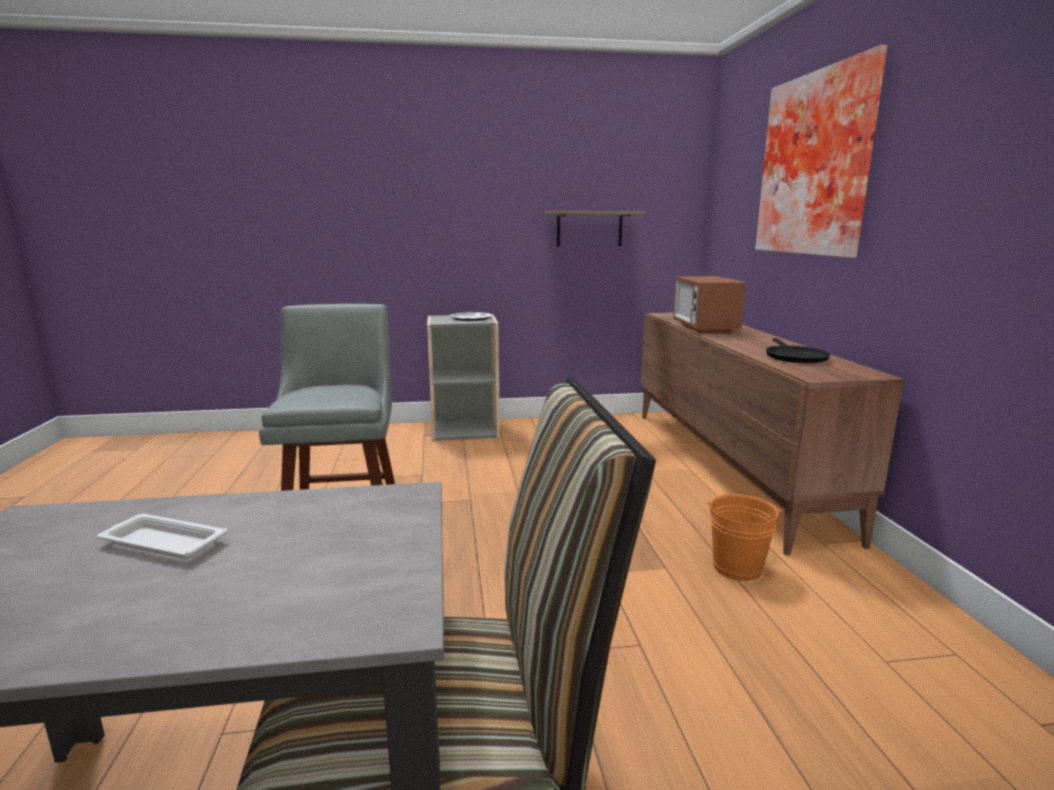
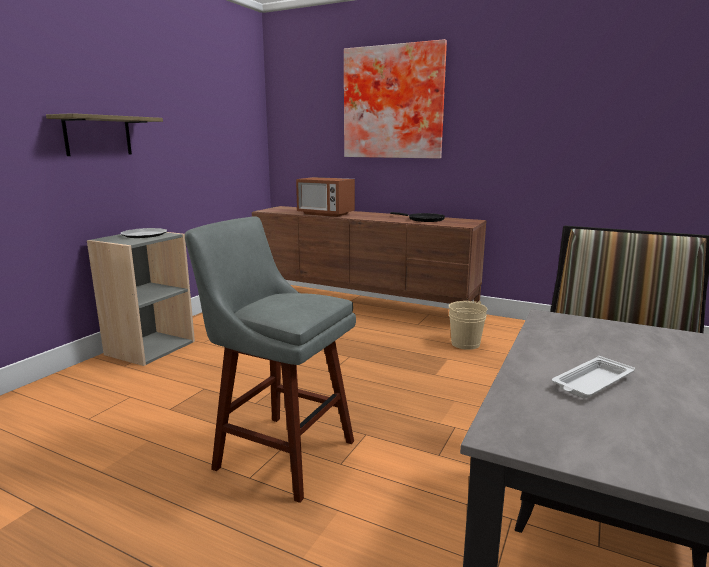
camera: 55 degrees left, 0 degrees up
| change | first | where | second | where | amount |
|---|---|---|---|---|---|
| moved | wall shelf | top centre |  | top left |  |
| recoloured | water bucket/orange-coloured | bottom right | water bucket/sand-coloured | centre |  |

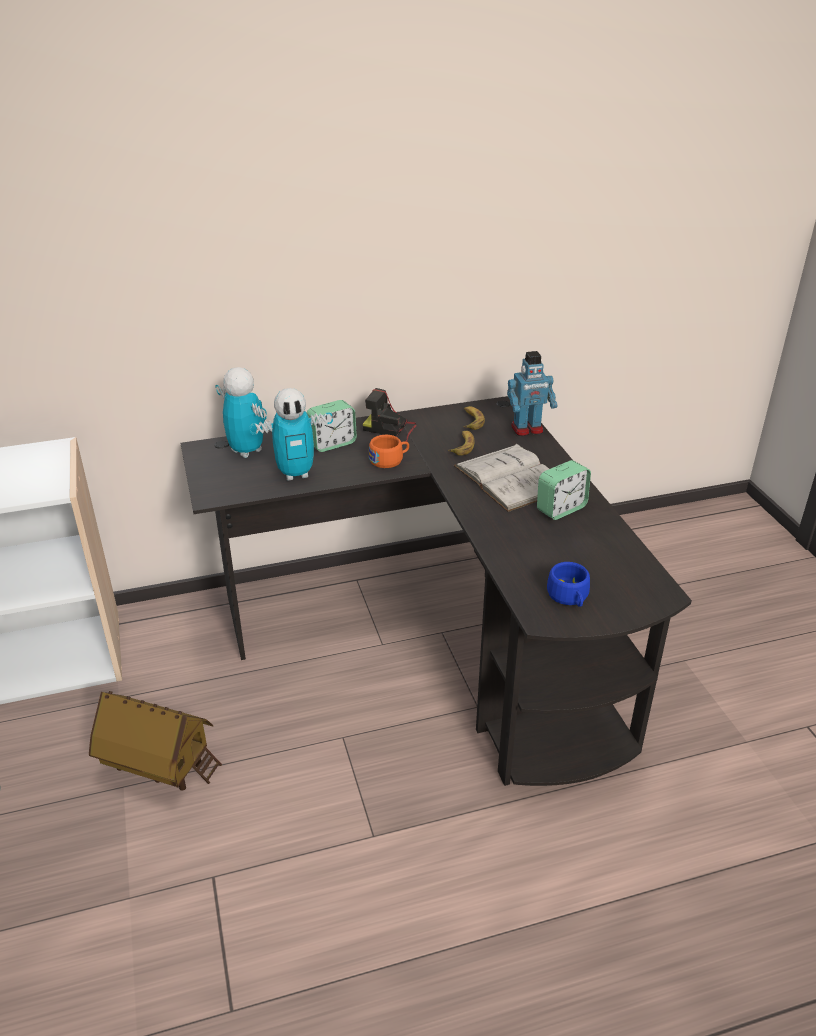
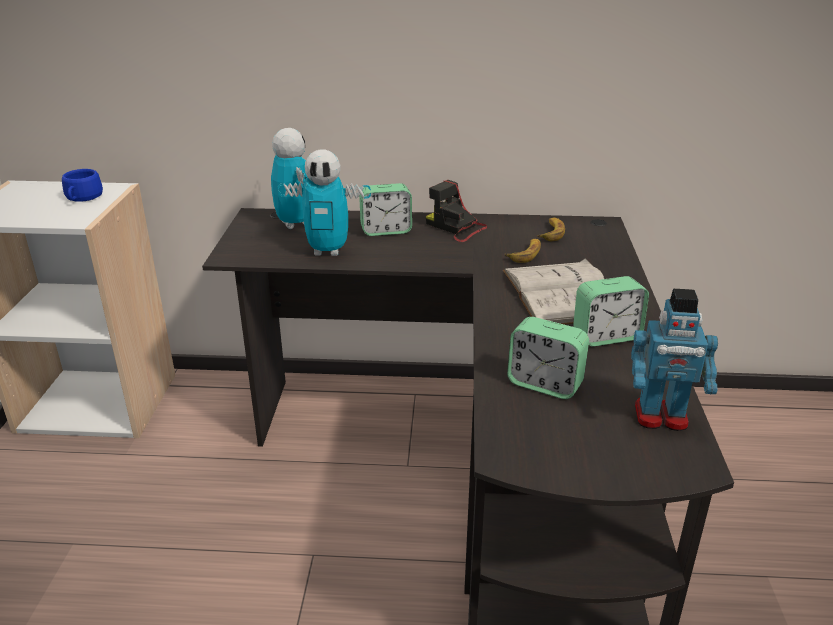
camera: 20 degrees right, 5 degrees down
| change | first | where | second | where | amount |
|---|---|---|---|---|---|
| removed | toy house | bottom left |  |  |  |
| removed | drinking cup/orange-coloured | centre |  |  |  |
| moved | toy robot (3rd from left) | centre |  | middle right |  |
| moved | drinking cup/blue | middle right |  | top left |  |
| added |  |  | bedside clock (2nd from left) | centre |  |

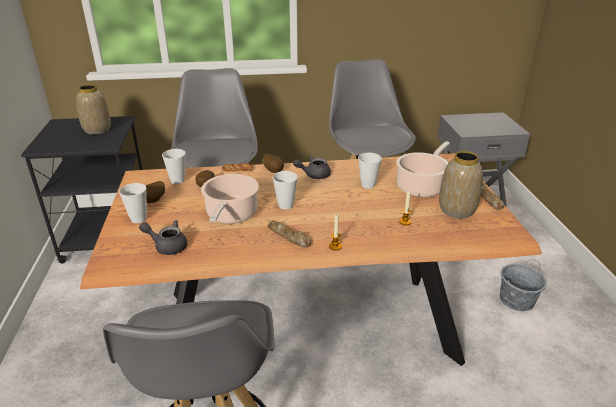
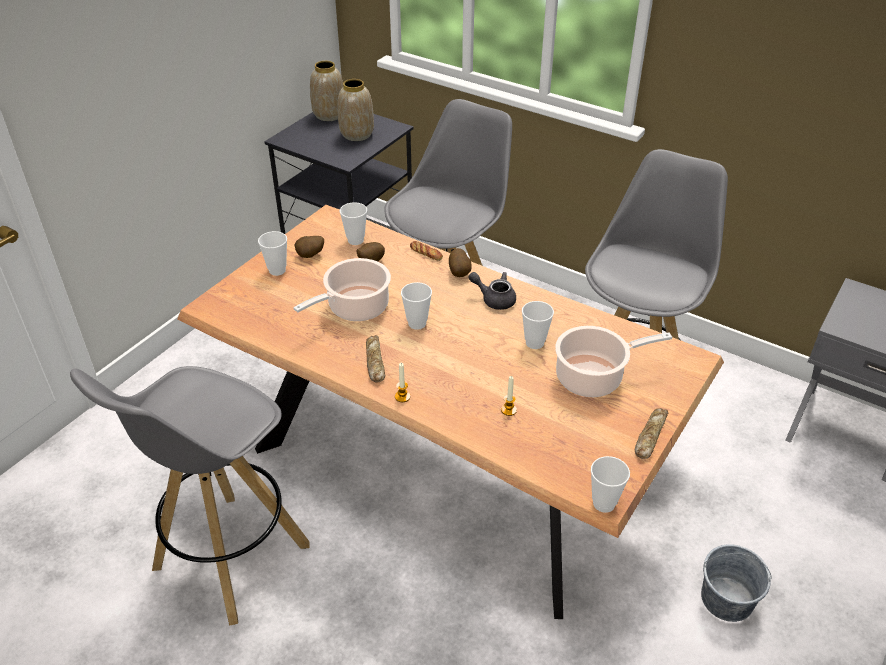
camera: 40 degrees right, 10 degrees up
| change | first | where | second | where | amount |
|---|---|---|---|---|---|
| removed | pot for tea/gray (1st from left) | middle left |  |  |  |
| moved | flower vase (2nd from left in the first image) | middle right | flower vase (1st from left) | top centre |  |
| added |  |  | drinking cup (5th from left) | bottom right |  |

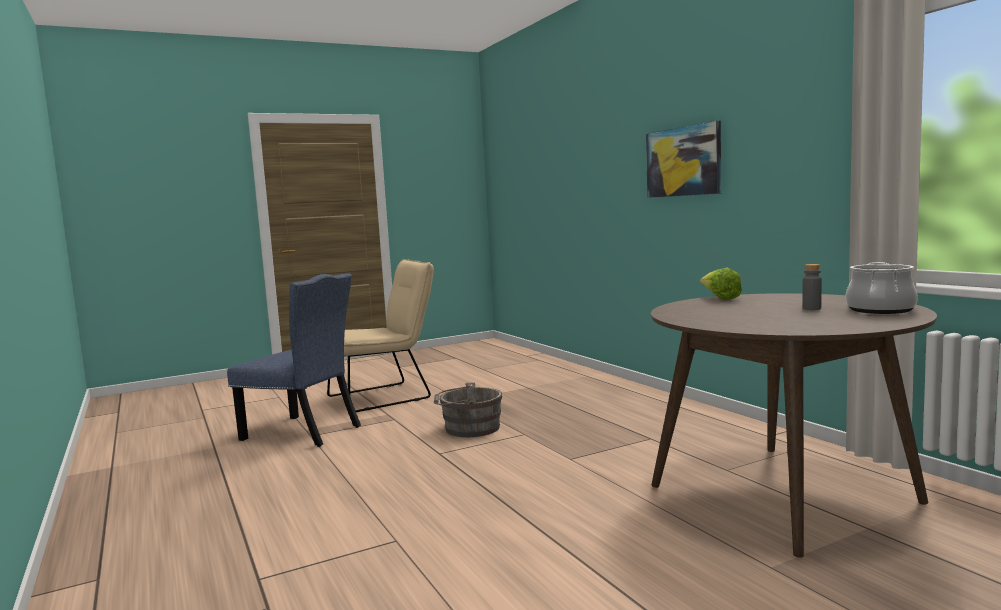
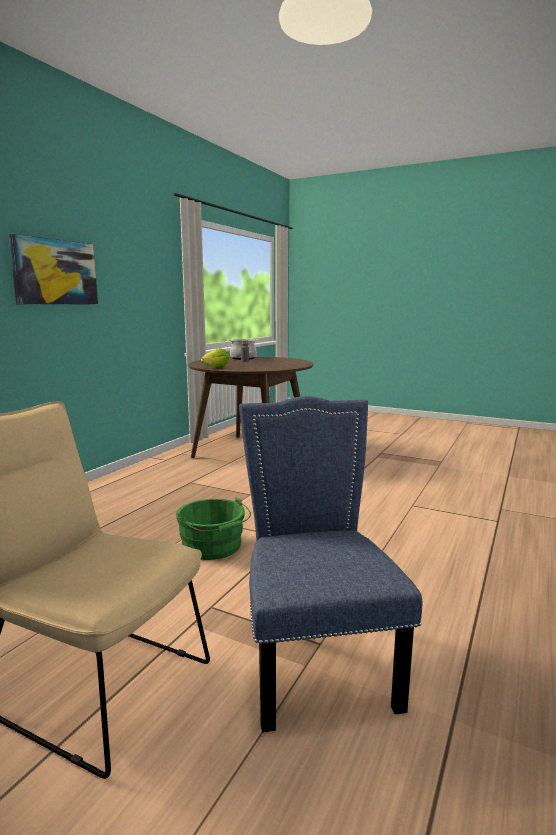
camera: 125 degrees left, 5 degrees up
| change | first | where | second | where | amount |
|---|---|---|---|---|---|
| recoloured | water bucket/gray | bottom centre | water bucket/greenish | centre |  |

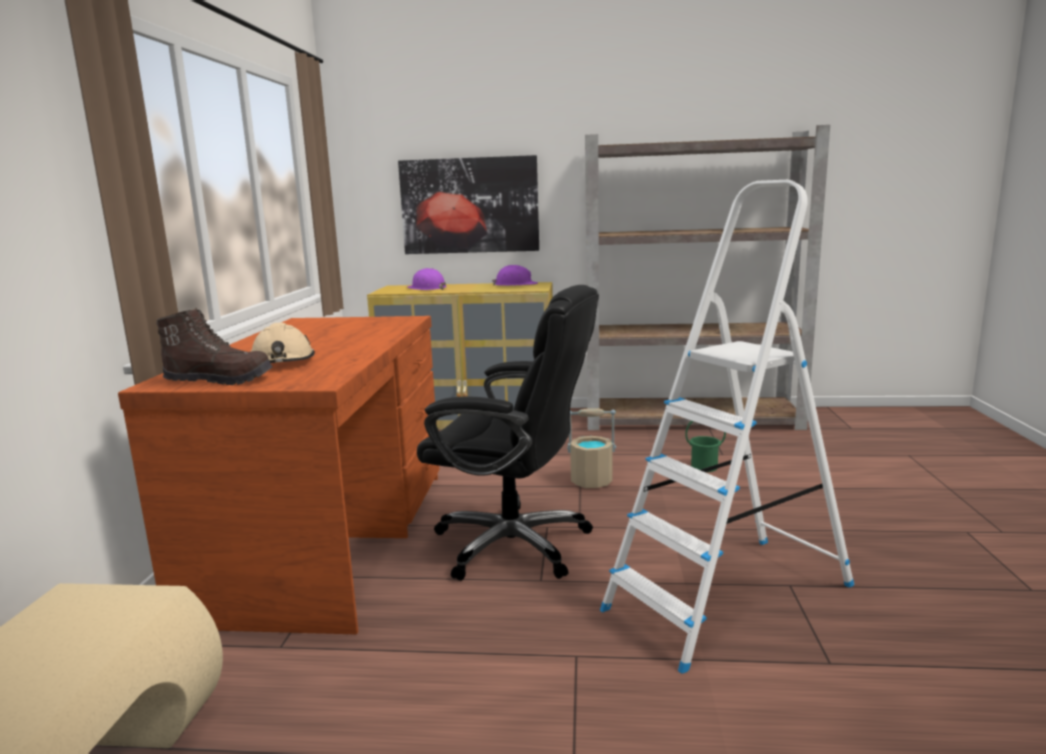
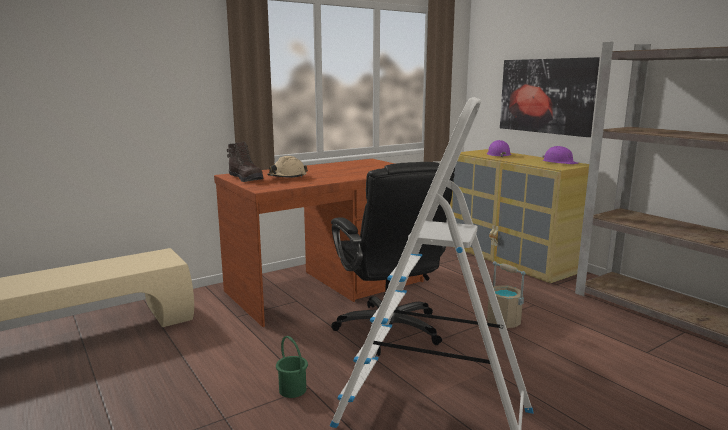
camera: 50 degrees right, 0 degrees up
| change | first | where | second | where | amount |
|---|---|---|---|---|---|
| moved | water bucket/greenish | middle right |  | bottom centre |  |

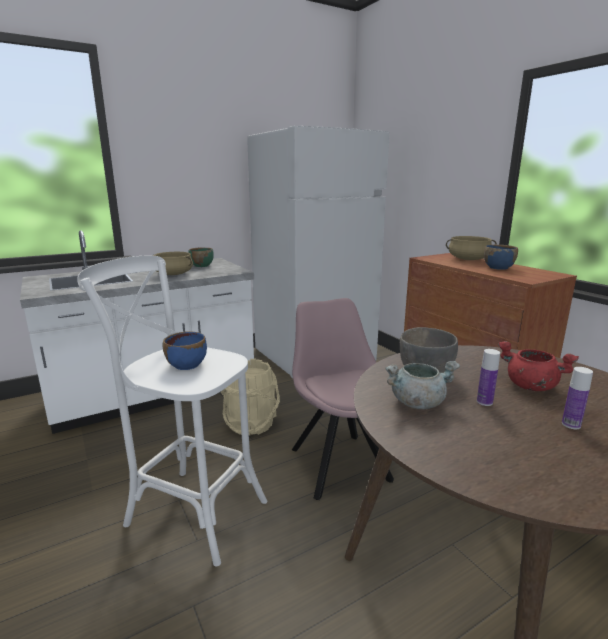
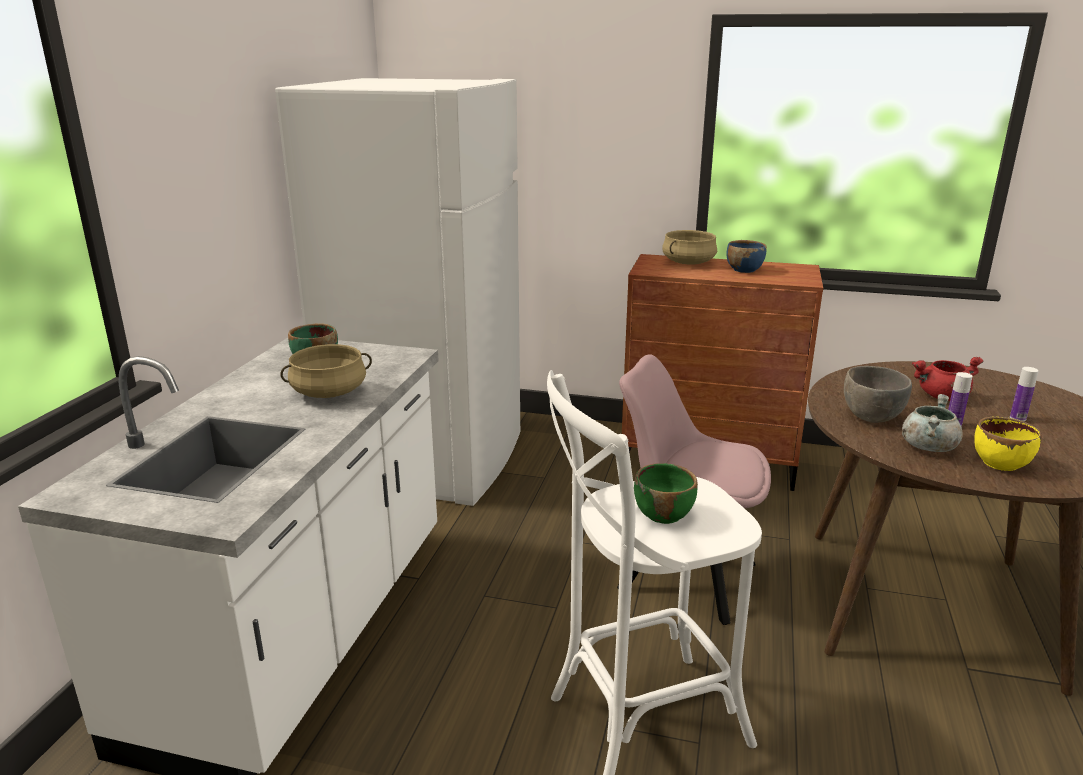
camera: 45 degrees left, 5 degrees up
| change | first | where | second | where | amount |
|---|---|---|---|---|---|
| recoloured | serving bowl/blue (1st from left) | middle left | serving bowl/greenish (2nd from left) | centre |  |
| removed | water bucket/sand-coloured | centre |  |  |  |
| added |  |  | serving bowl/yellow | middle right |  |

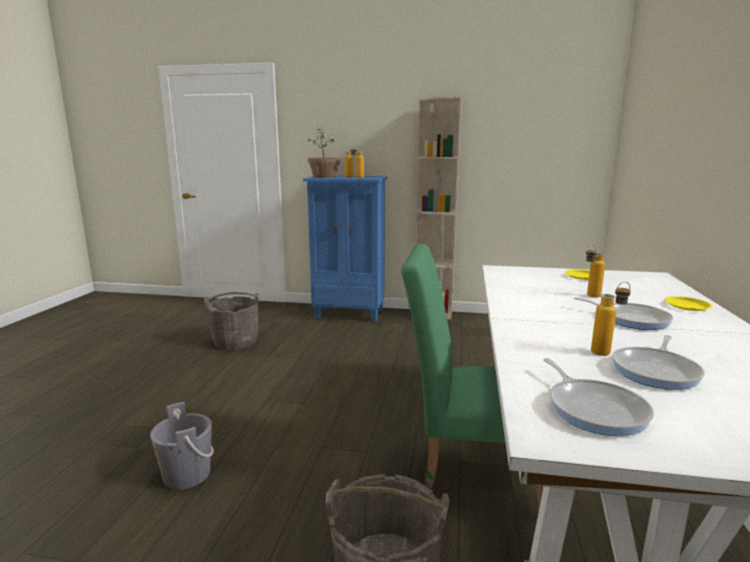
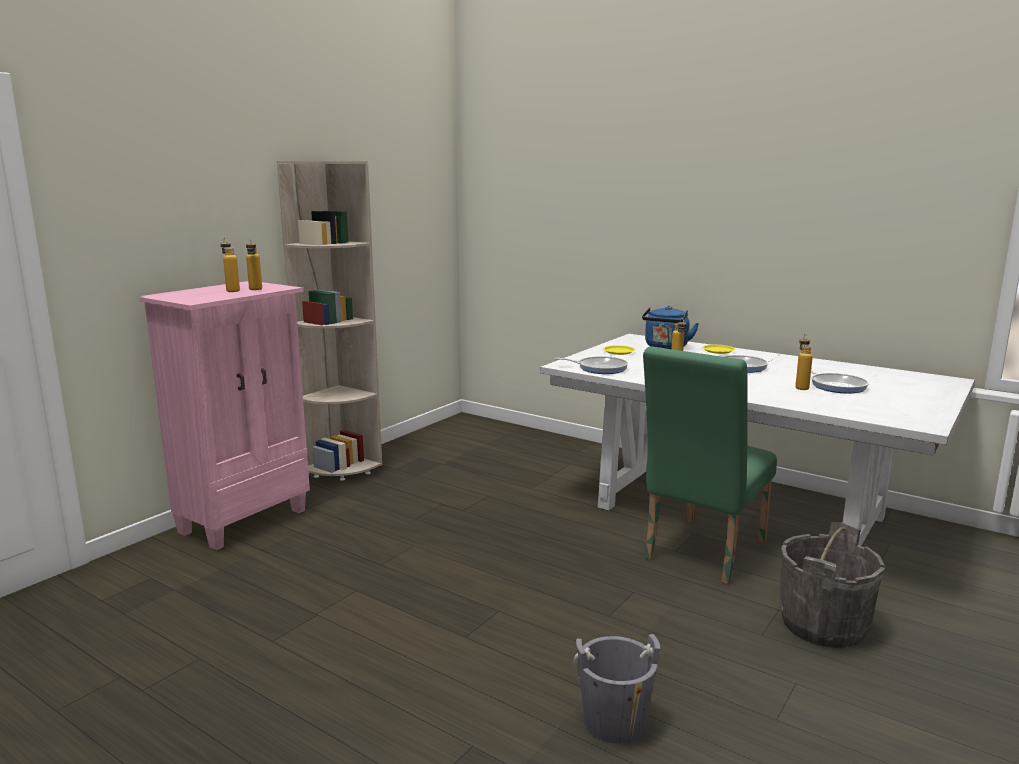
camera: 65 degrees left, 0 degrees up
| change | first | where | second | where | amount |
|---|---|---|---|---|---|
| removed | water bucket/gray (2nd from left) | middle left |  |  |  |
| recoloured | cupboard/blue | centre | cupboard/pink | middle left |  |
| removed | potted plant | top centre |  |  |  |
| moved | frying pan (1st from left) | bottom right |  | centre |  |
| added |  |  | water kettle/blue | centre |  |

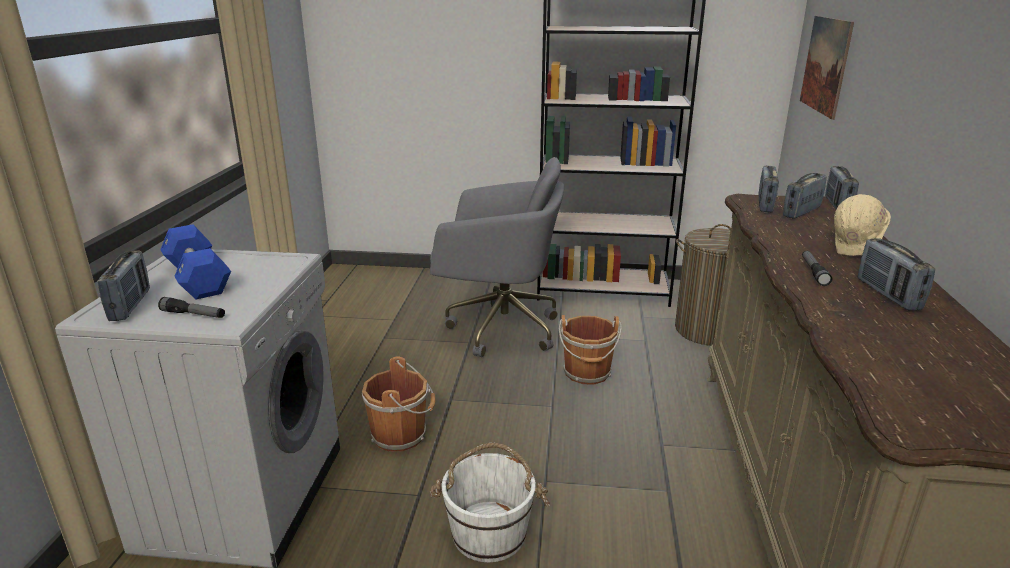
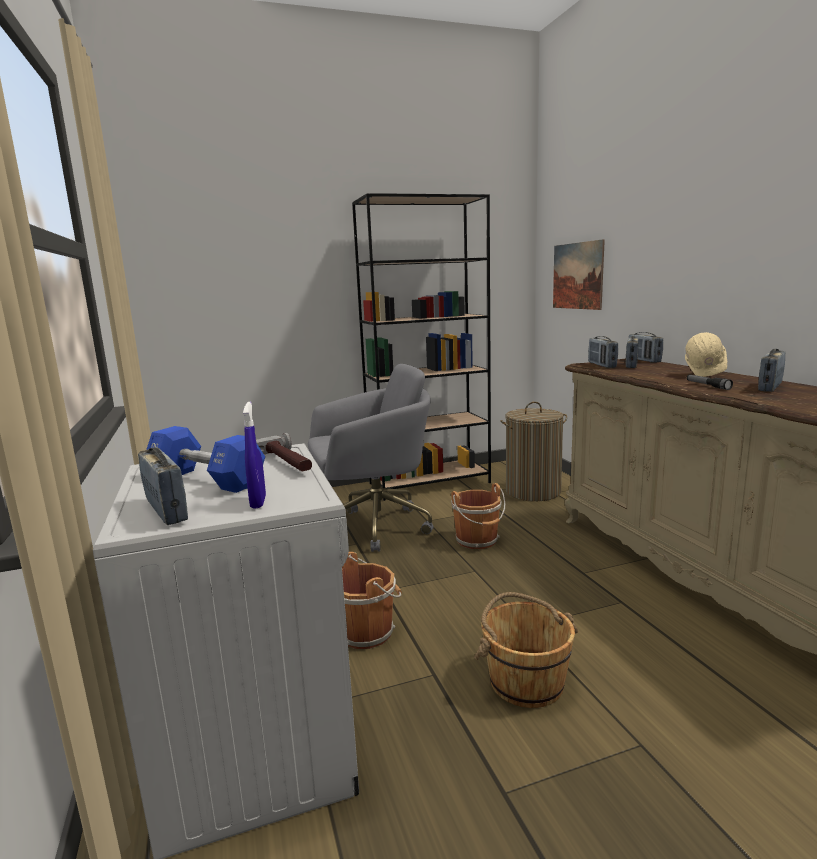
camera: 25 degrees left, 10 degrees down
| change | first | where | second | where | amount |
|---|---|---|---|---|---|
| replaced | torch (1st from left) | middle left | hand sprayer/blue | middle left |  |
| recoloured | water bucket/whitish | bottom centre | water bucket/brown-coloured (3rd from left) | bottom centre |  |
| turned | radio (5th from left) | middle right |  | middle right | 75 degrees clockwise |
| added |  |  | hand hammer | centre |  |

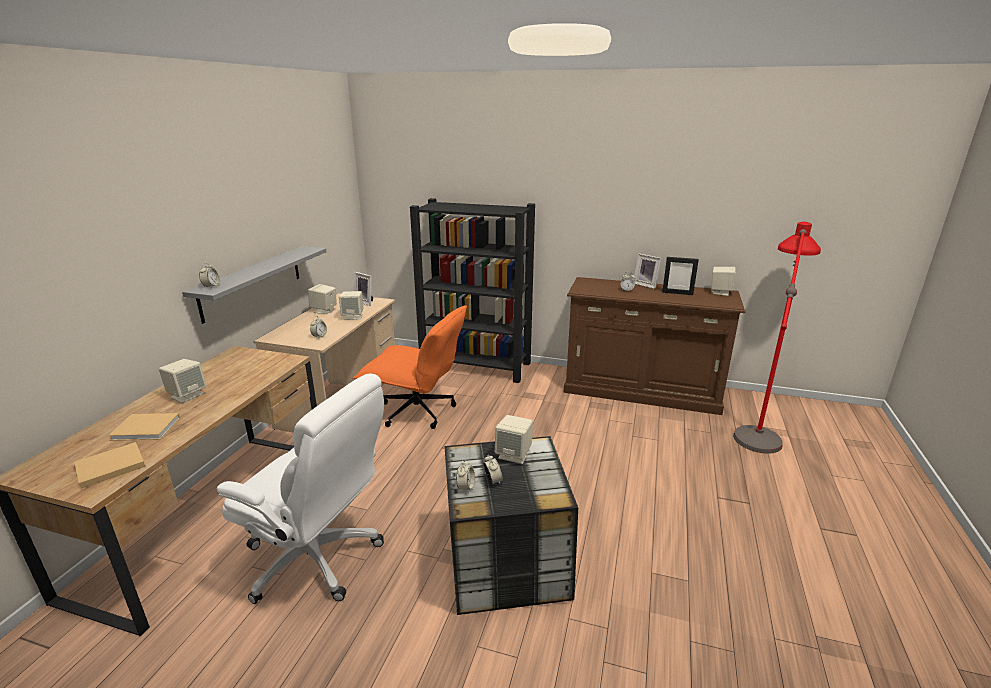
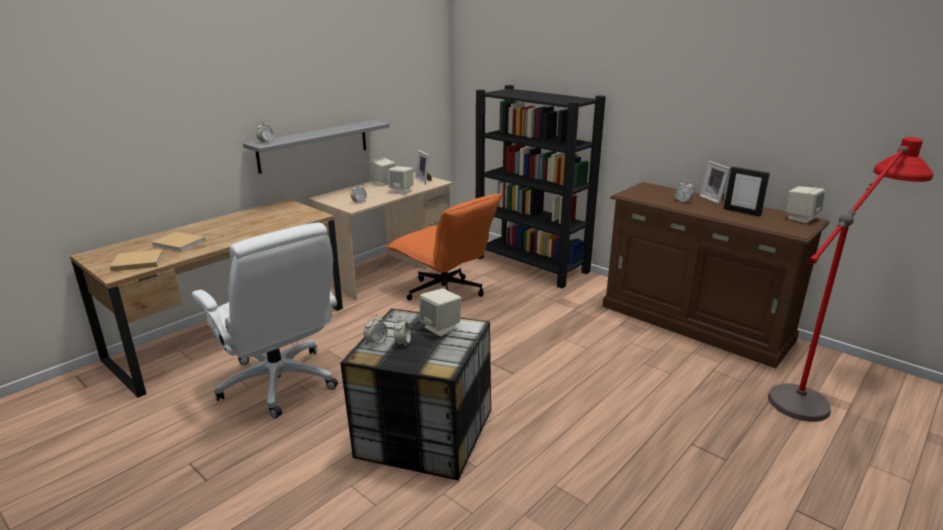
camera: 25 degrees right, 0 degrees up
| change | first | where | second | where | amount |
|---|---|---|---|---|---|
| removed | speaker/sand-coloured (1st from left) | middle left |  |  |  |

